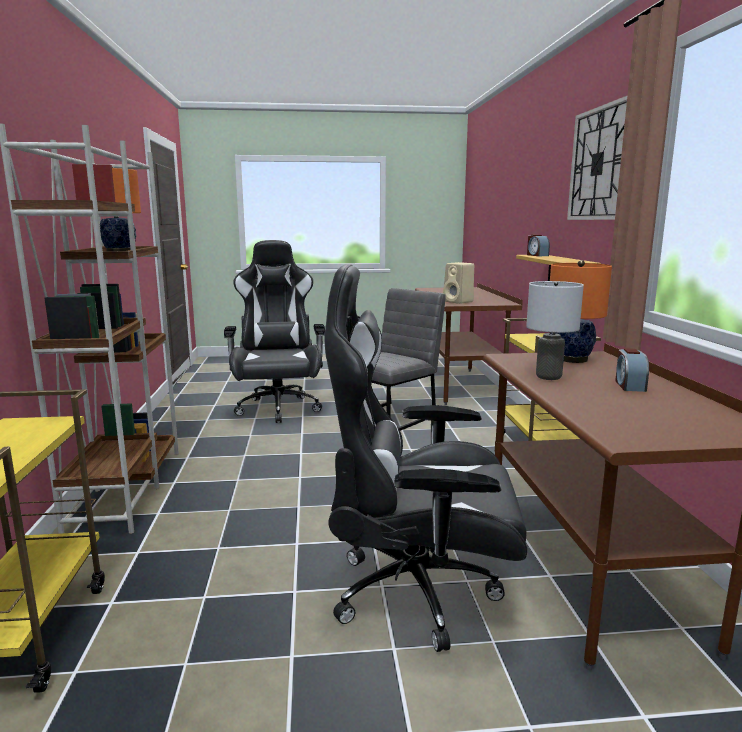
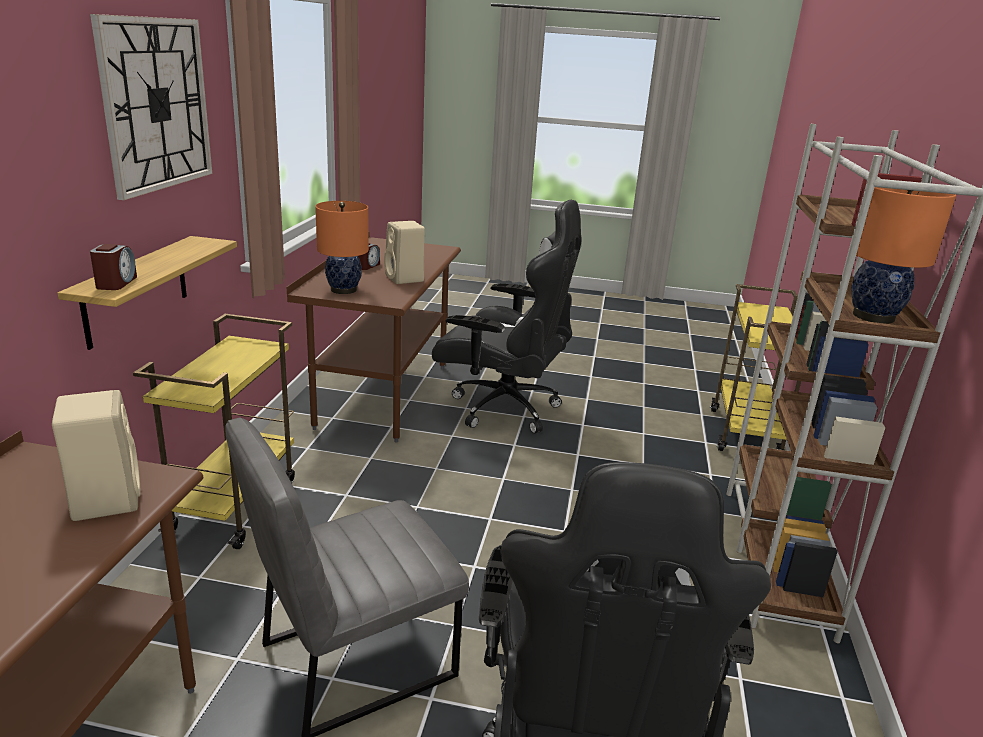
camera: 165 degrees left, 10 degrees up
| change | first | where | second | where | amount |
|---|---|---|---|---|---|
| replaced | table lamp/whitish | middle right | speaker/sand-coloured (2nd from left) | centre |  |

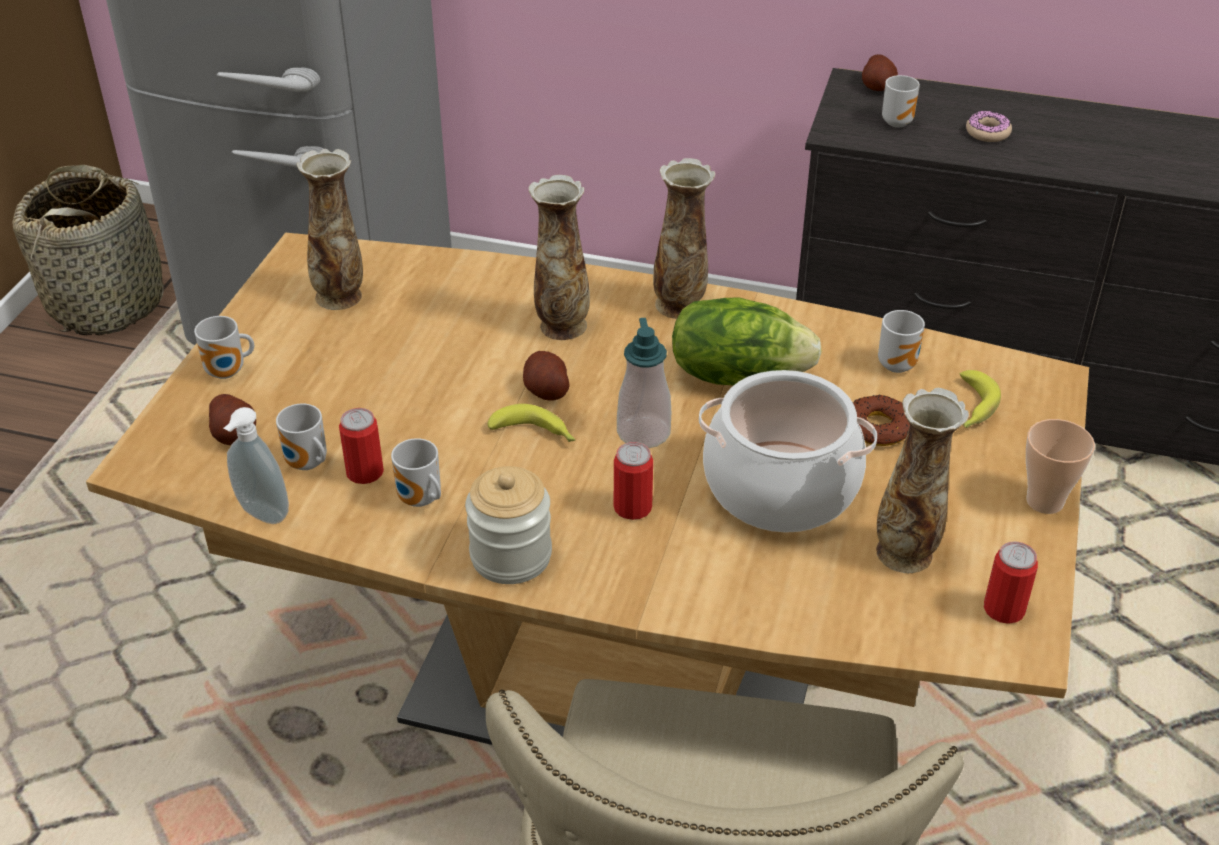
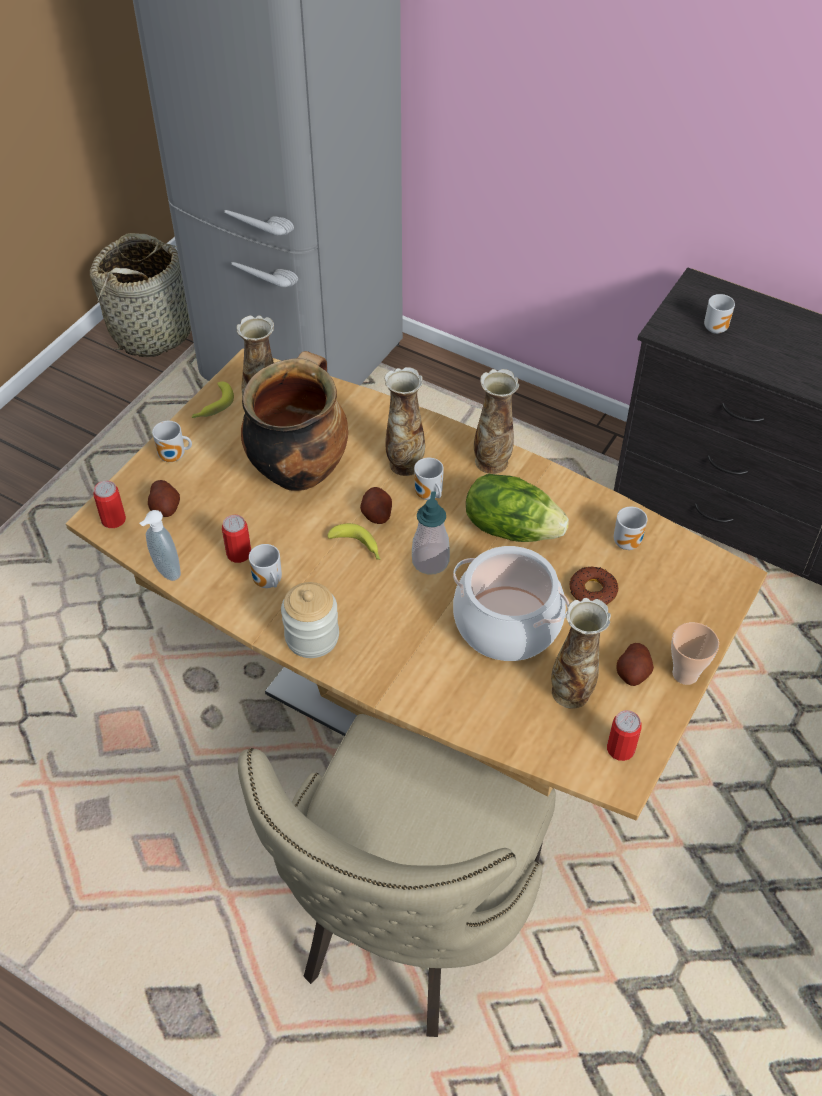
camera: 15 degrees right, 10 degrees up
| change | first | where | second | where | amount |
|---|---|---|---|---|---|
| moved | tea mug (2nd from left in the first image) | middle left | tea mug (3rd from left) | centre |  |
| moved | can (2nd from left in the first image) | centre | can (1st from left) | middle left |  |
| moved | whole potato (3rd from left) | top right |  | middle right |  |
| moved | banana (2nd from left in the first image) | middle right | banana (1st from left) | middle left |  |
| removed | donut (2nd from left) | top right |  |  |  |
| added |  |  | cooking pot (1st from left) | centre |  |

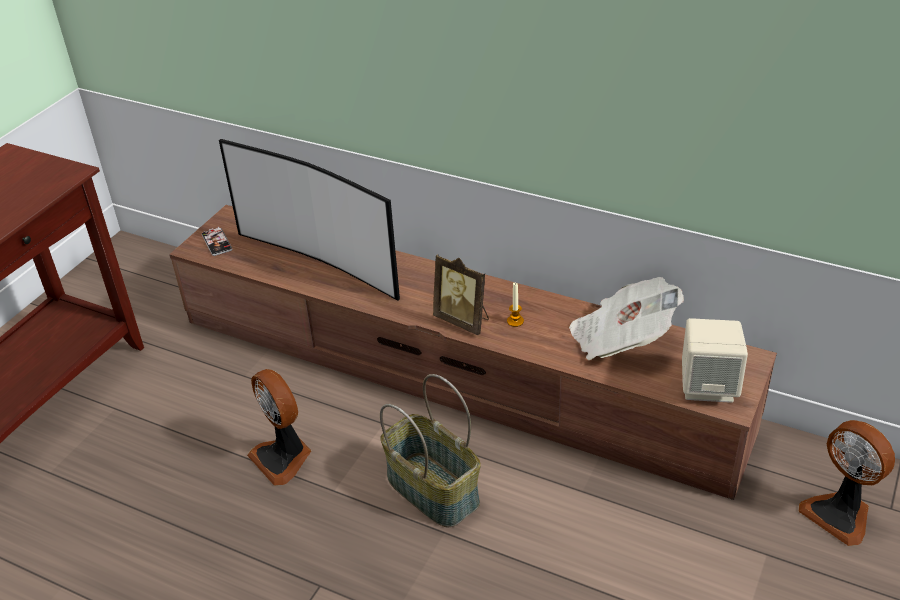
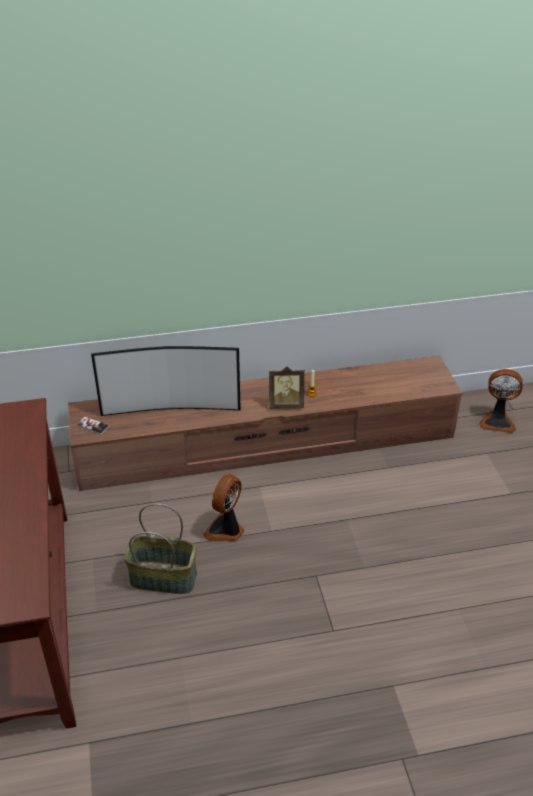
camera: 40 degrees left, 0 degrees up
| change | first | where | second | where | amount |
|---|---|---|---|---|---|
| turned | fan (1st from left) | bottom left |  | centre | 105 degrees clockwise |
| moved | basket | bottom centre |  | bottom left |  |
| removed | daily paper | middle right |  |  |  |
| removed | speaker/sand-coloured | middle right |  |  |  |

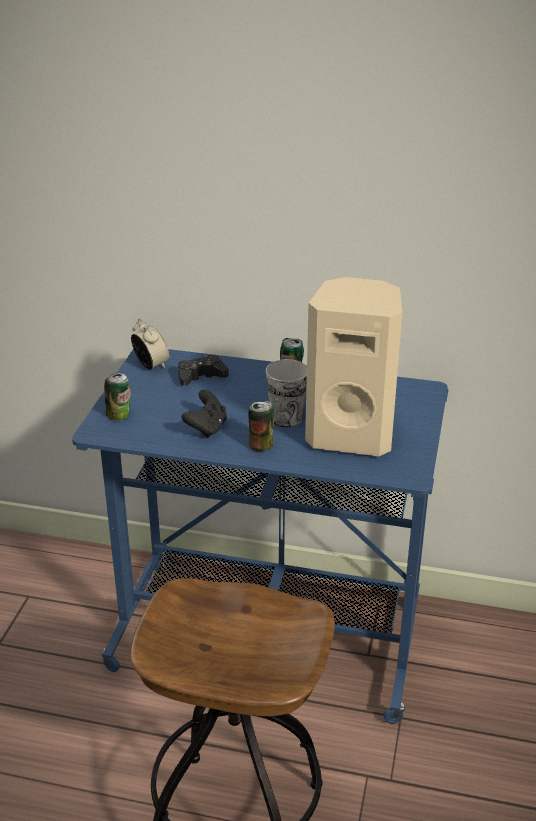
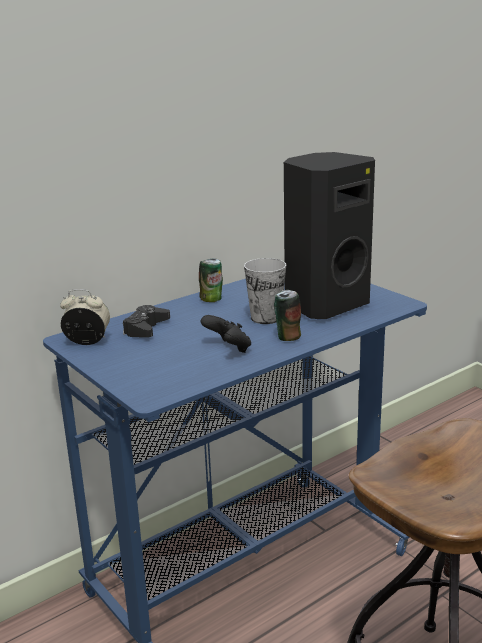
camera: 50 degrees left, 10 degrees down
| change | first | where | second | where | amount |
|---|---|---|---|---|---|
| removed | can (1st from left) | middle left |  |  |  |
| recoloured | speaker/sand-coloured | centre | speaker/blackish | middle right |  |

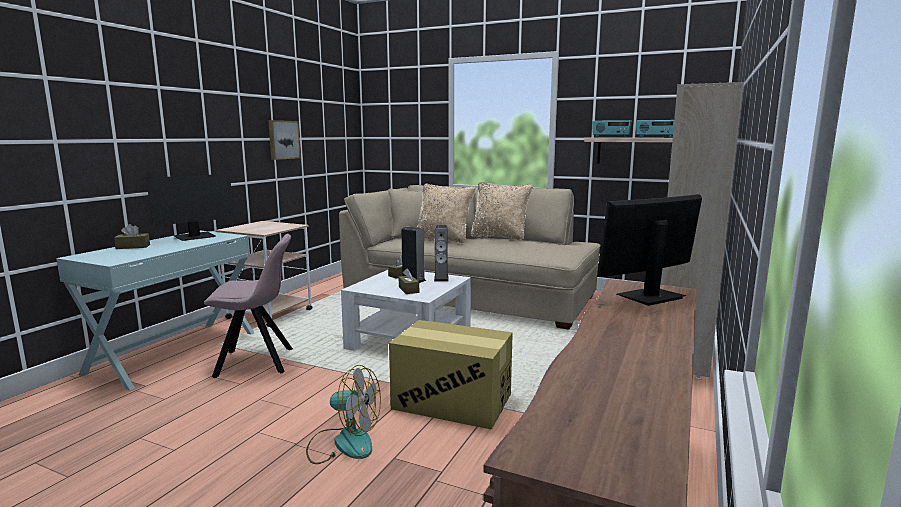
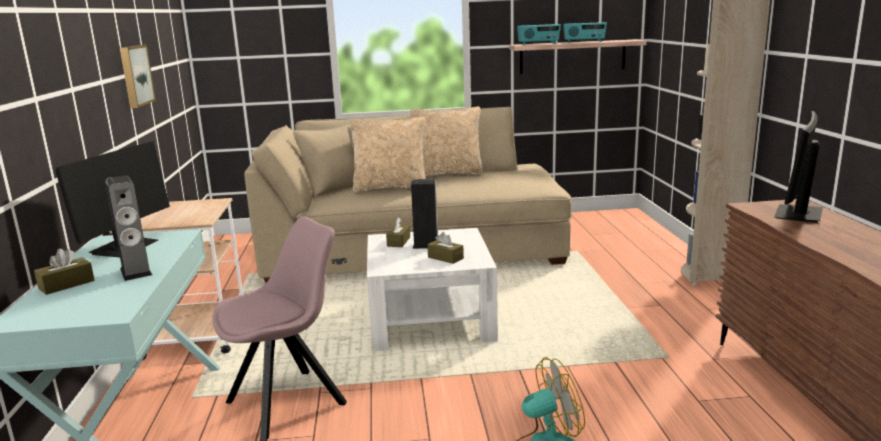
camera: 30 degrees left, 5 degrees up
| change | first | where | second | where | amount |
|---|---|---|---|---|---|
| removed | cardboard box | bottom centre |  |  |  |
| moved | speaker (2nd from left in the first image) | centre | speaker (1st from left) | middle left |  |

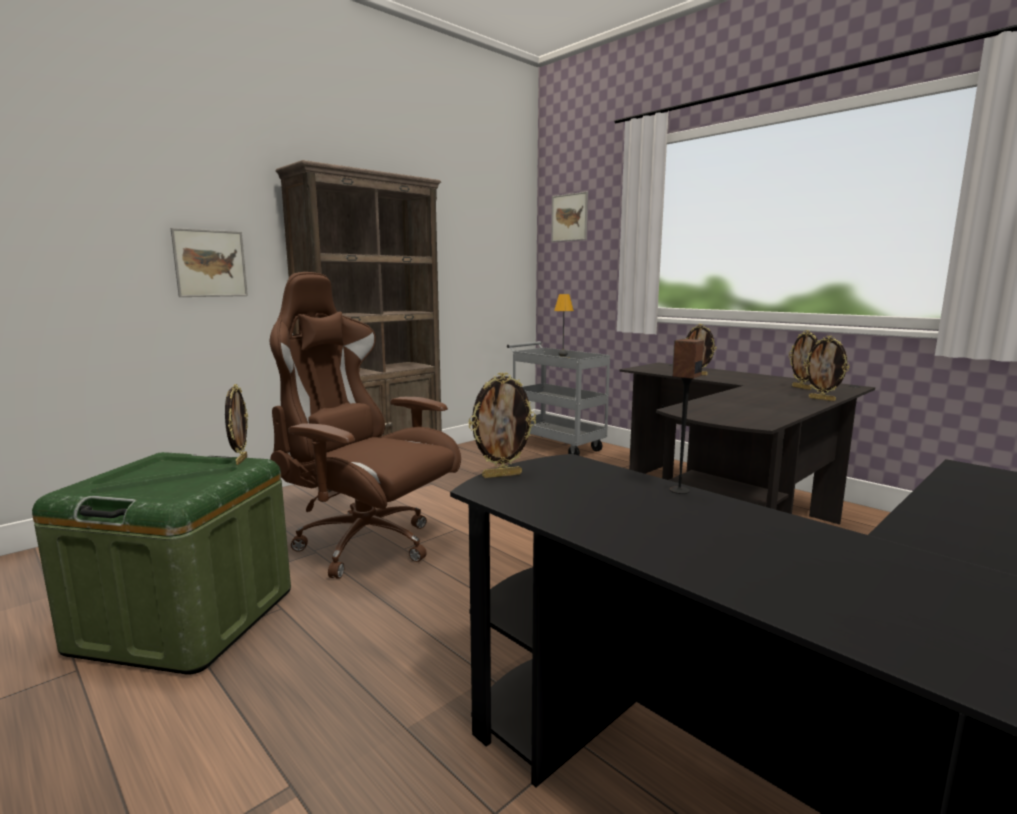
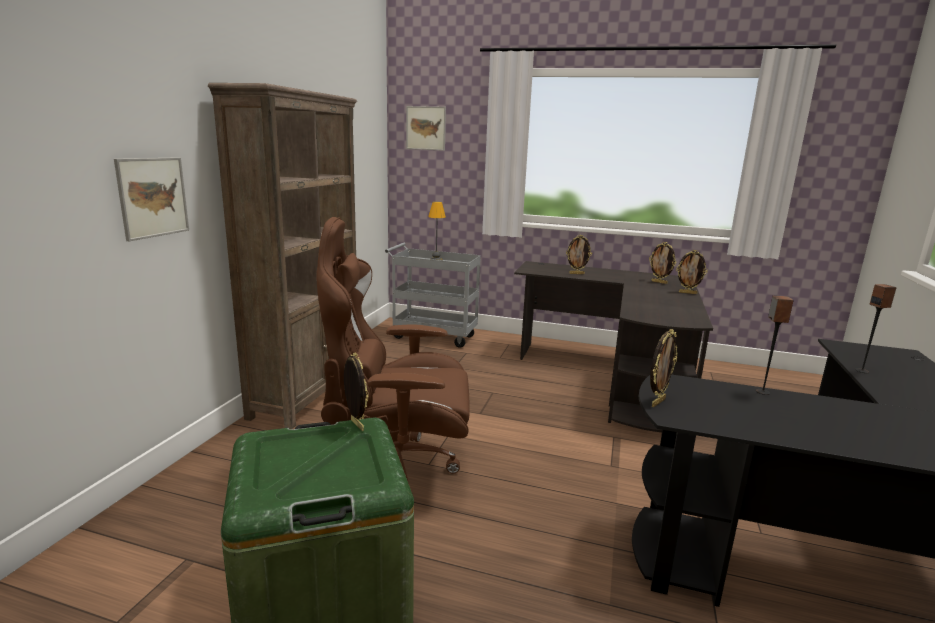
camera: 30 degrees left, 5 degrees up
| change | first | where | second | where | amount |
|---|---|---|---|---|---|
| added |  |  | speaker (2nd from left) | middle right |  |

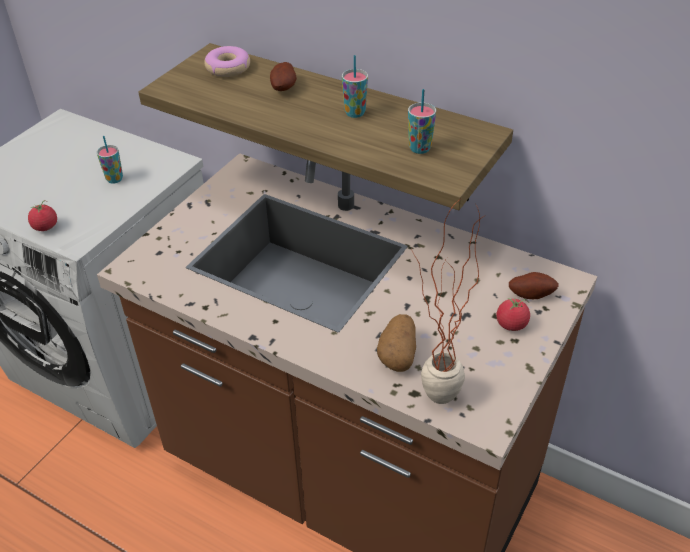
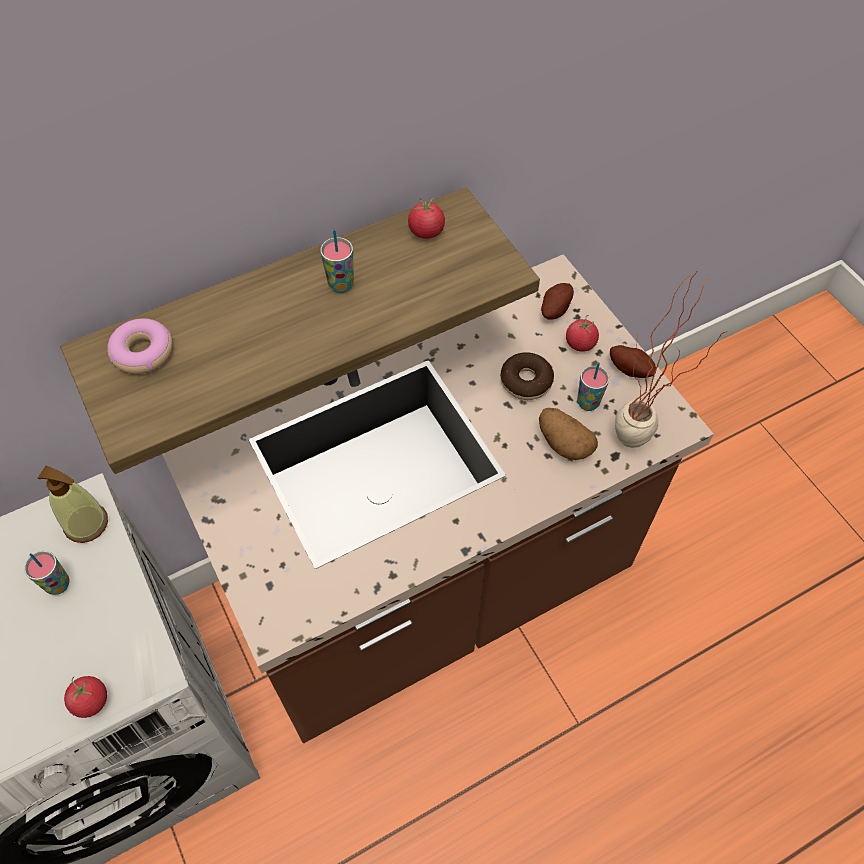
camera: 60 degrees left, 15 degrees up
| change | first | where | second | where | amount |
|---|---|---|---|---|---|
| moved | whole potato (1st from left in the first image) | top centre | whole potato (3rd from left) | middle right |  |
| moved | drinking cup (3rd from left) | top centre |  | middle right |  |
| added |  |  | liquid soap bottle | middle left |  |
| added |  |  | tomato (2nd from left) | top centre |  |
| added |  |  | donut (2nd from left) | centre |  |

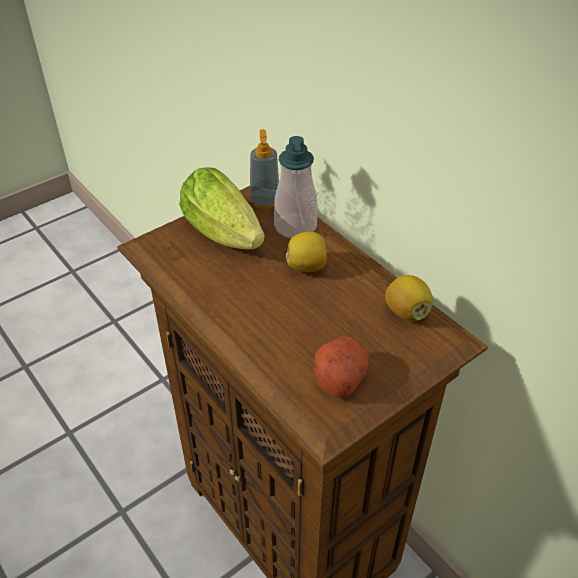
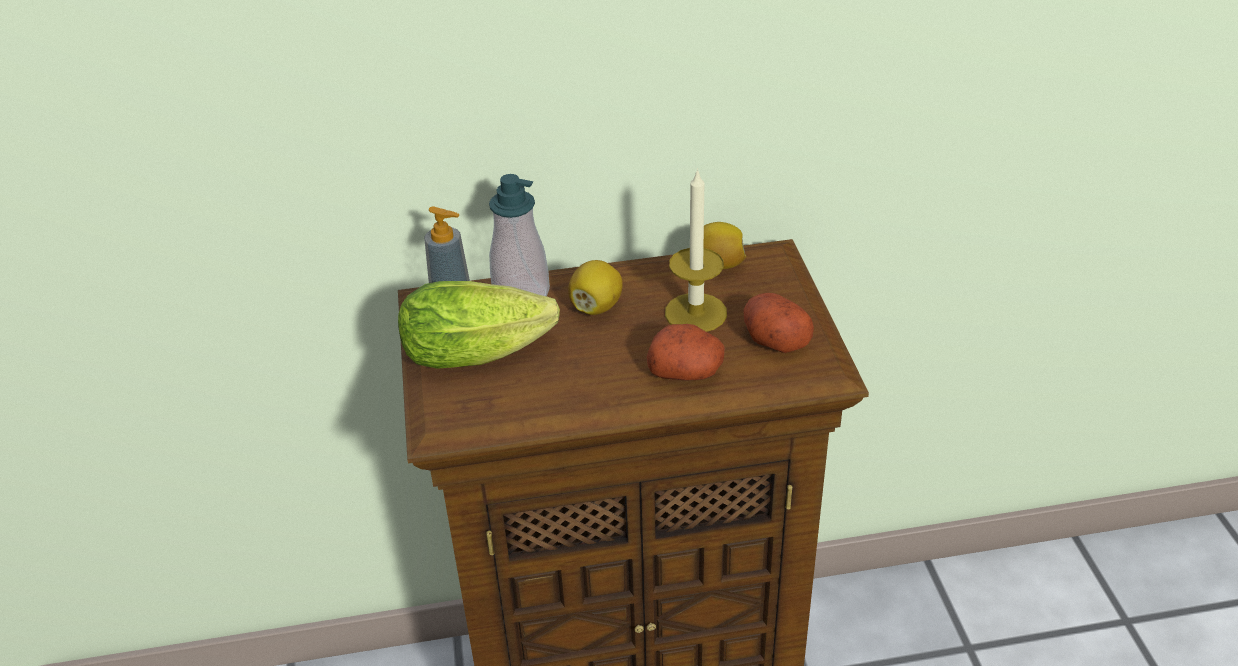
camera: 60 degrees left, 5 degrees down
| change | first | where | second | where | amount |
|---|---|---|---|---|---|
| added |  |  | whole potato (1st from left) | centre |  |
| added |  |  | wax light | centre |  |

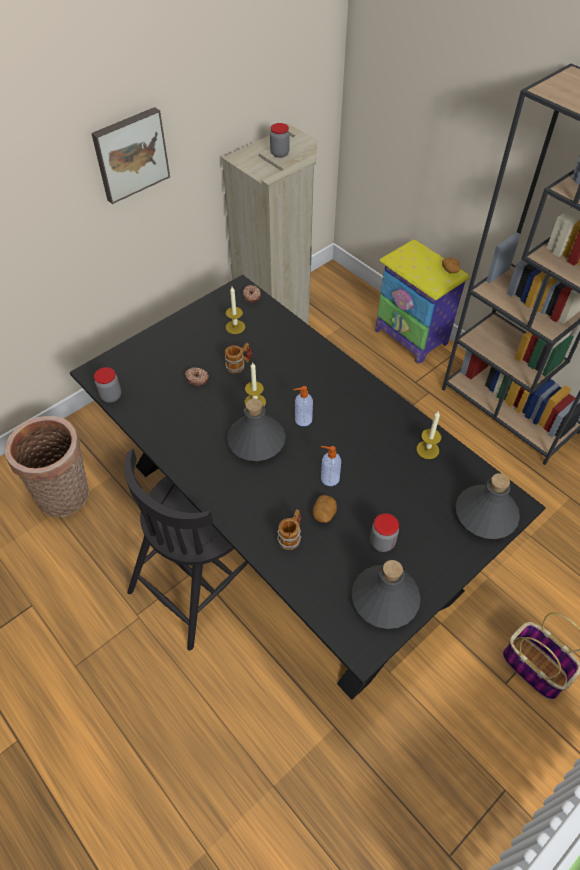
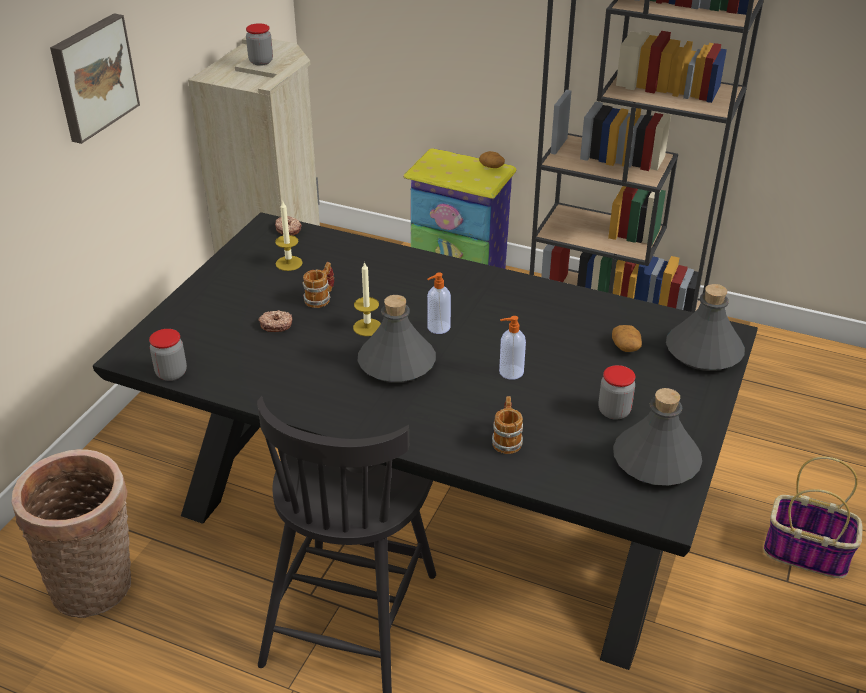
camera: 25 degrees left, 15 degrees down
| change | first | where | second | where | amount |
|---|---|---|---|---|---|
| moved | whole potato (1st from left in the first image) | centre | whole potato (2nd from left) | middle right |  |
| removed | wax light (3rd from left) | middle right |  |  |  |

